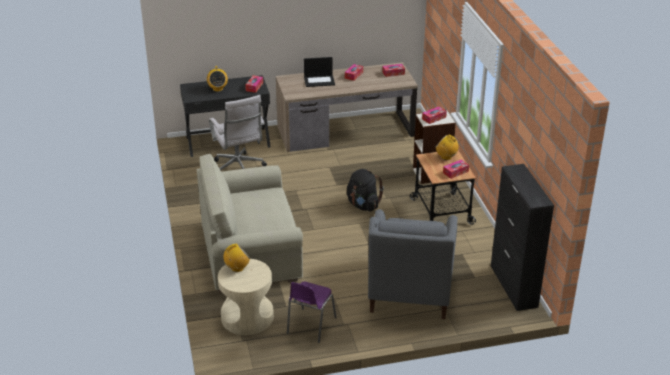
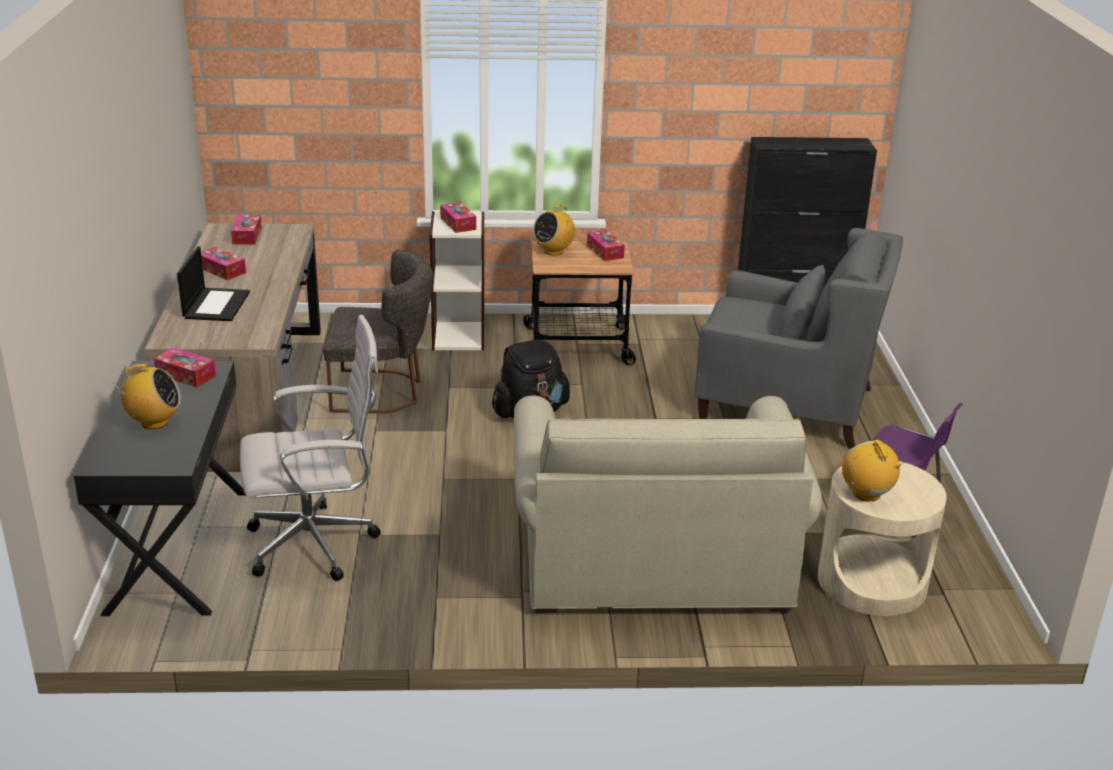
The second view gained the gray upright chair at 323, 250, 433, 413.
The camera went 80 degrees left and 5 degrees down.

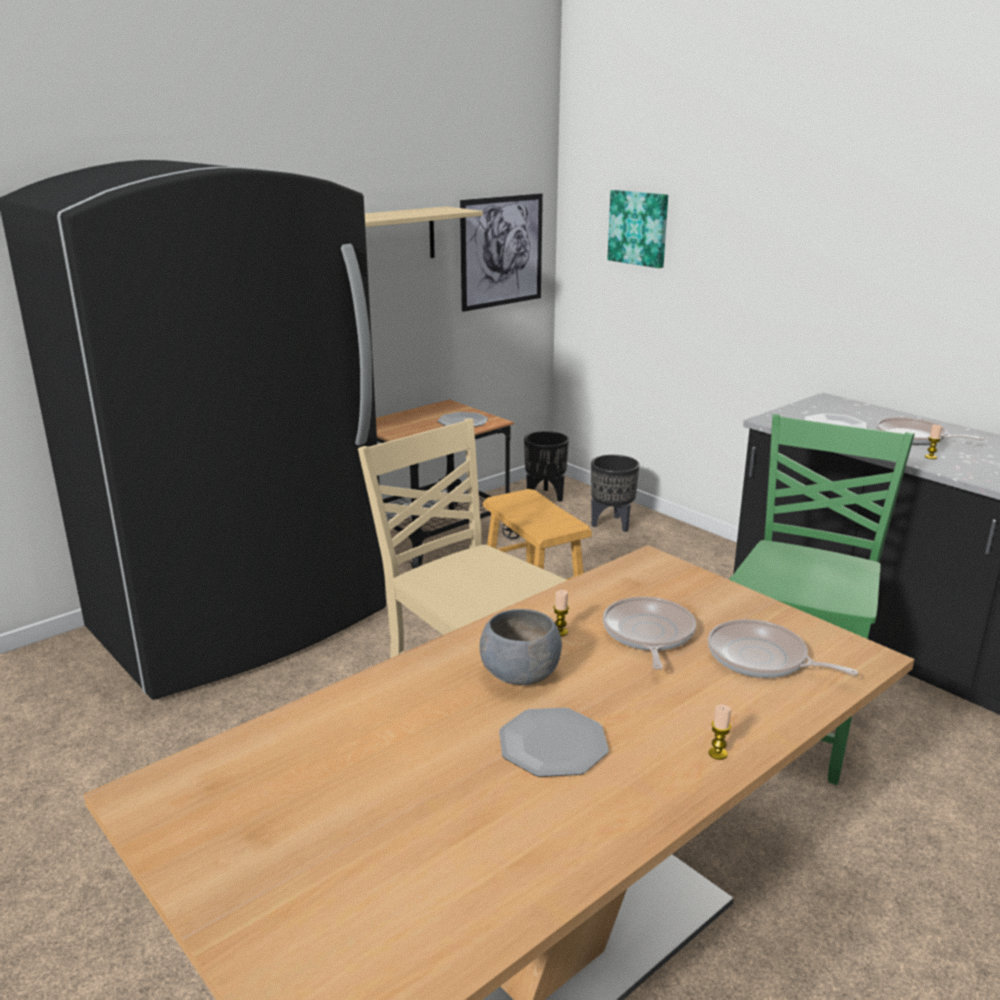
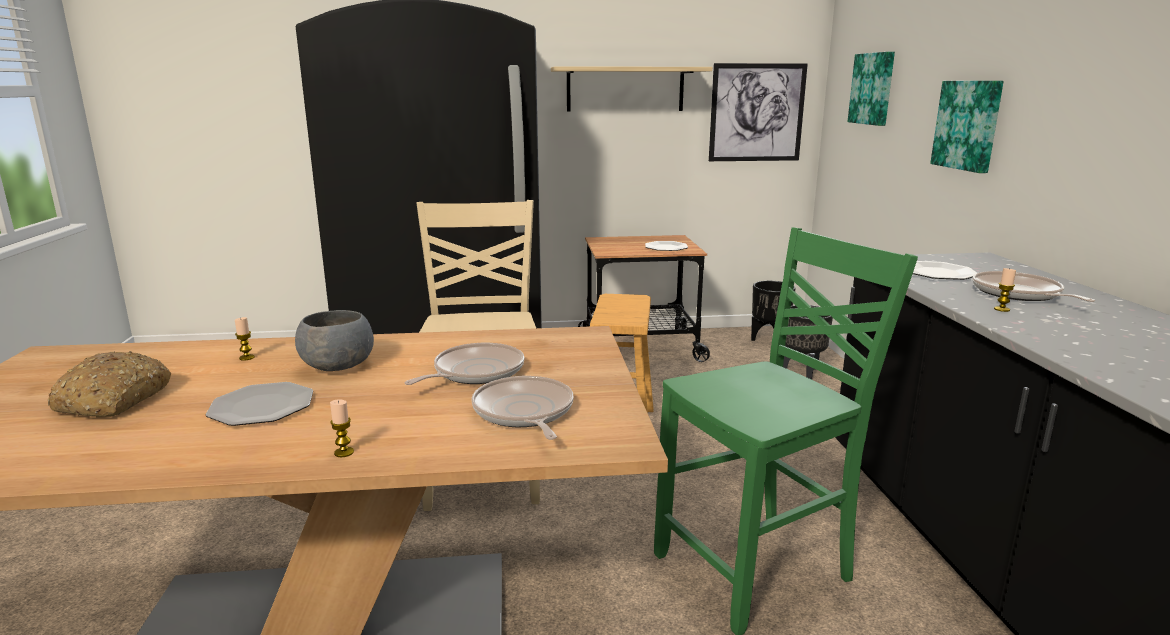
The second view gained the bread at 48, 351, 171, 417.
The second view gained the picture at 930, 81, 1004, 173.
The candle ended up elsewhere, having gone from 553, 590, 569, 636 to 235, 317, 255, 361.
The camera went 35 degrees right and 5 degrees down.

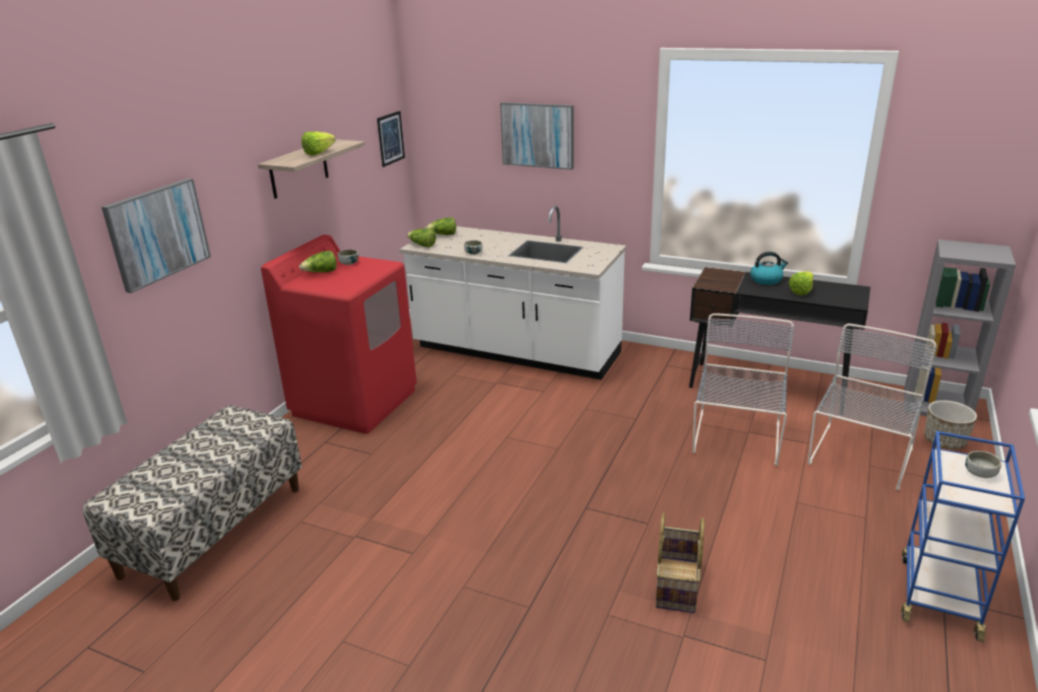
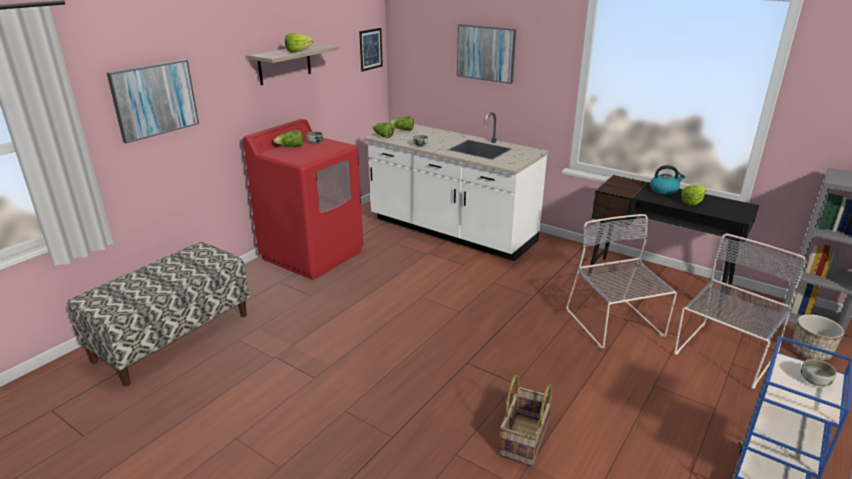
The gray upright chair at 692, 313, 795, 466 ended up facing another way, 45 degrees counterclockwise from before.
The camera went 10 degrees right and 0 degrees up.

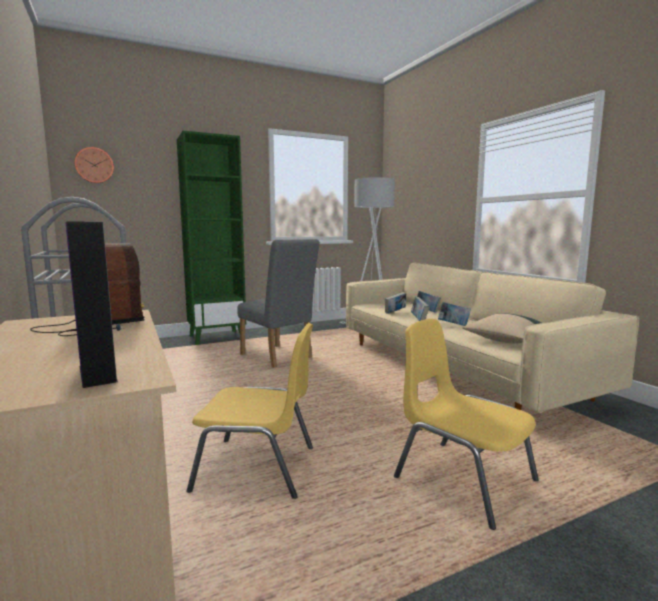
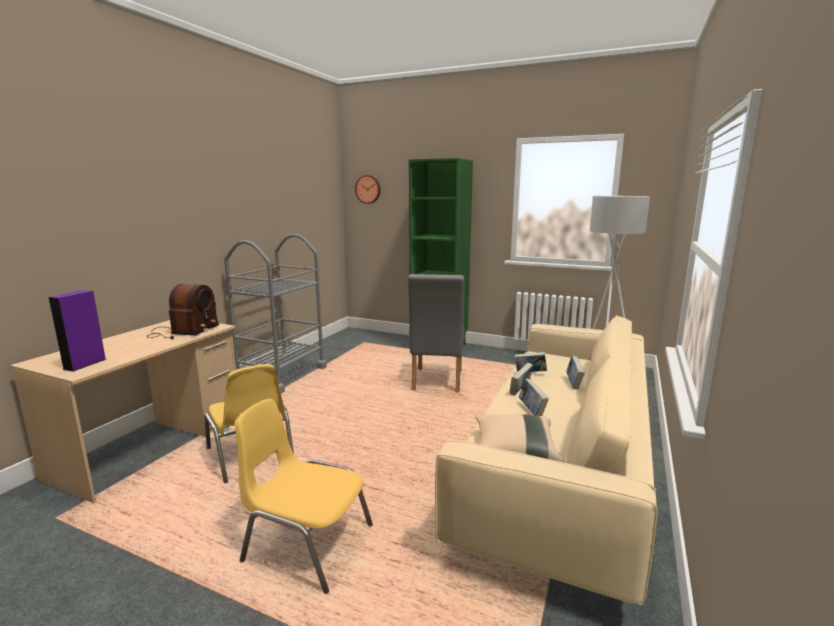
The yellow upright chair at 394, 319, 539, 530 ended up facing another way, 75 degrees counterclockwise from before.
The camera went 50 degrees right and 5 degrees up.

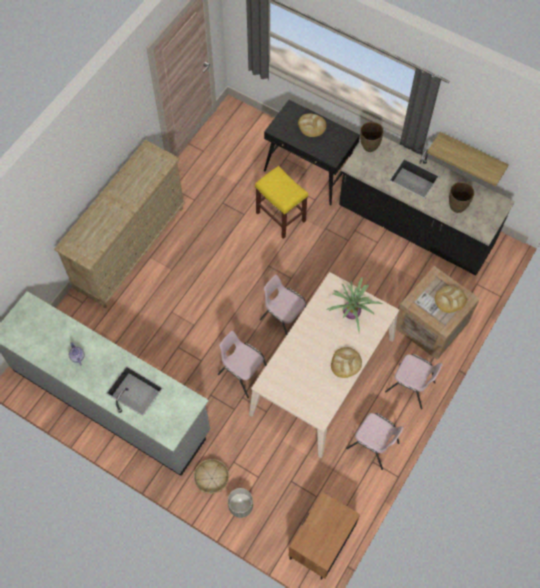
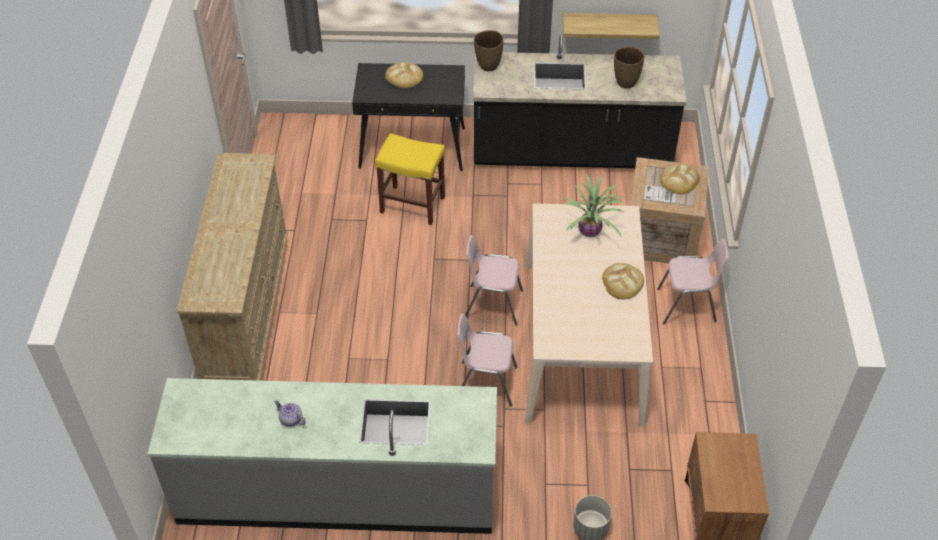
The second view lost the household basket at 194, 459, 229, 494.
The second view lost the pink upright chair at 346, 413, 404, 470.
The camera went 30 degrees left and 15 degrees down.

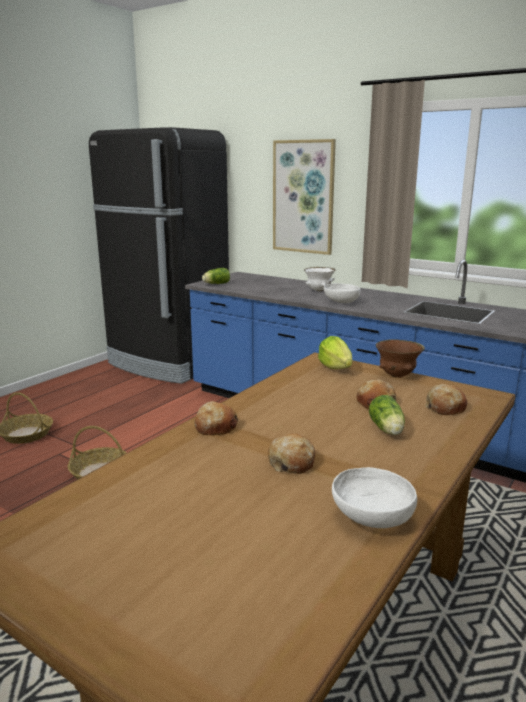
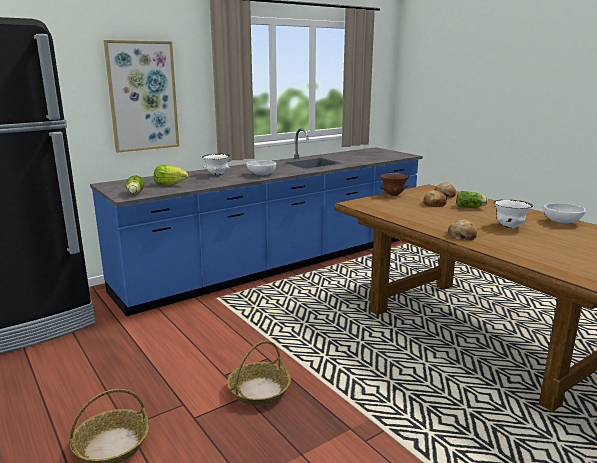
The head of lettuce ended up elsewhere, having gone from 318, 336, 352, 369 to 154, 165, 188, 185.
Where the bread stood at 268, 434, 315, 474, the white-coloured bowl came to stand at 494, 199, 533, 228.
The camera went 70 degrees left and 0 degrees up.

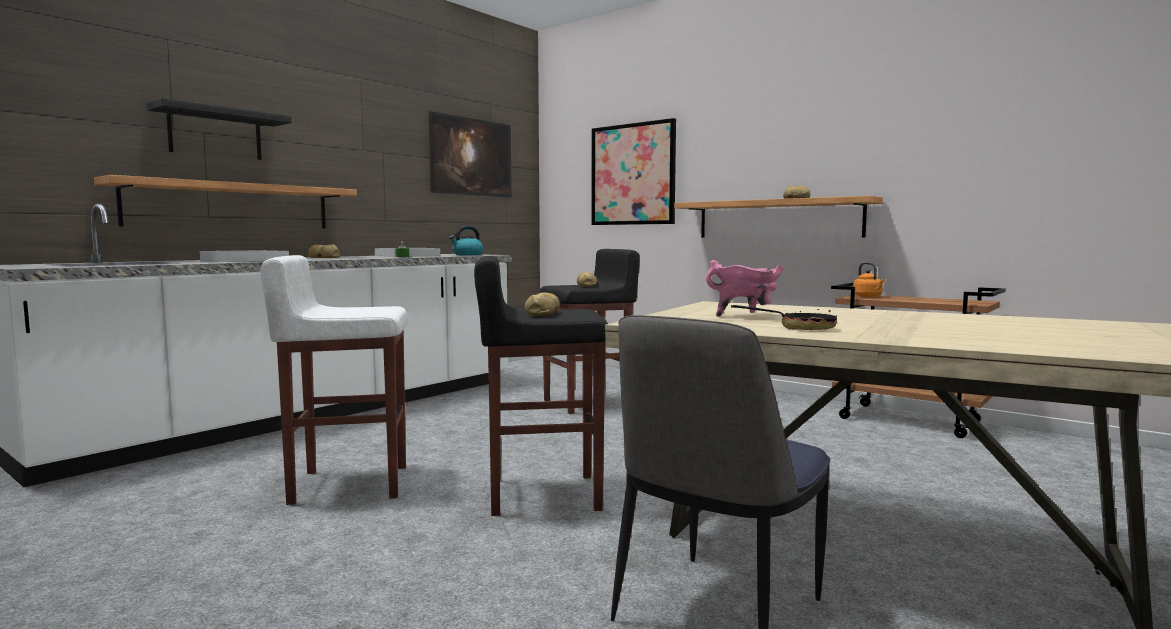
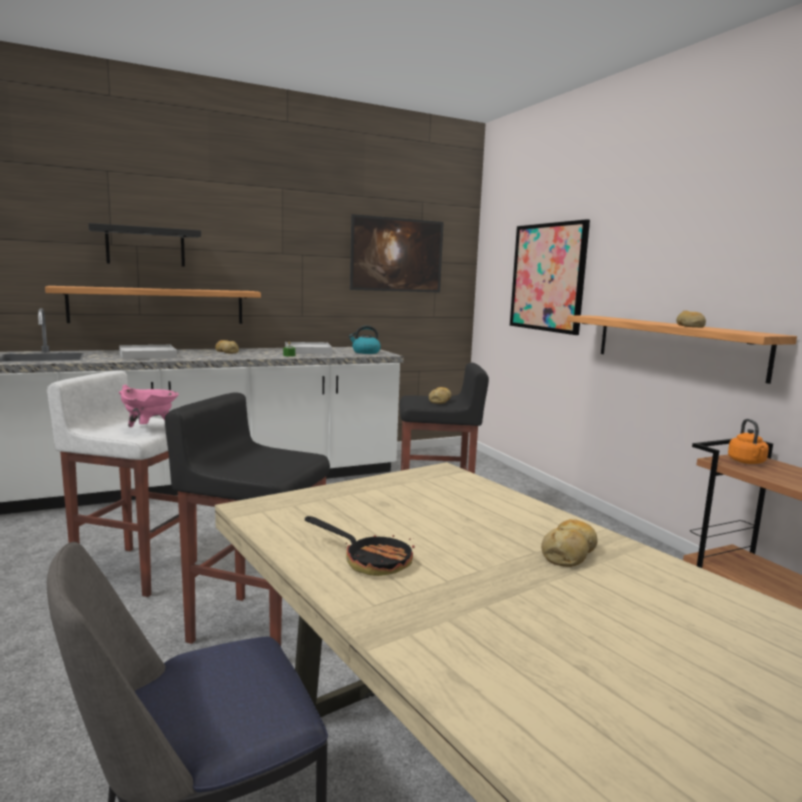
The bread ended up elsewhere, having gone from 525, 292, 560, 316 to 541, 519, 598, 567.
The pink saucepot ended up elsewhere, having gone from 706, 260, 785, 317 to 119, 385, 179, 427.
The camera went 25 degrees right and 5 degrees up.

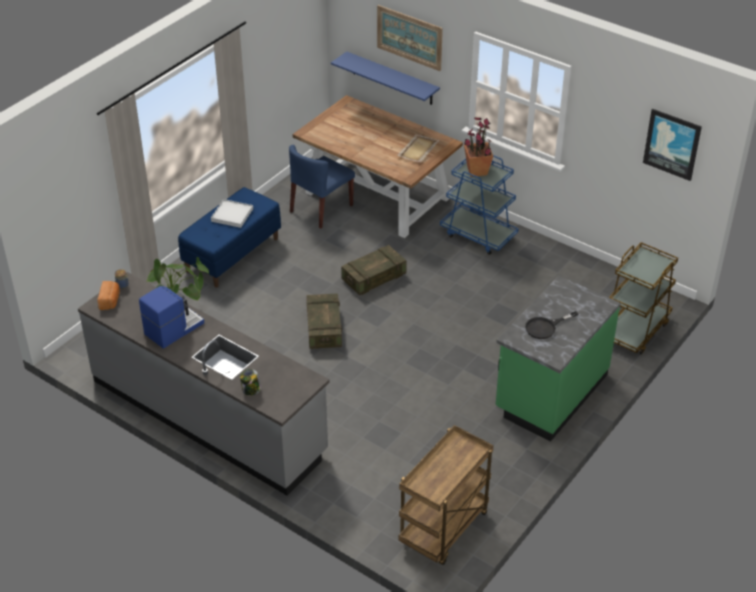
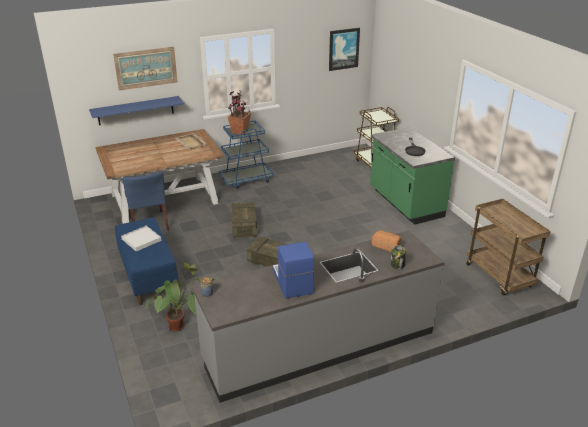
The bread ended up elsewhere, having gone from 97, 281, 120, 310 to 371, 230, 401, 252.
The camera went 60 degrees left and 10 degrees down.

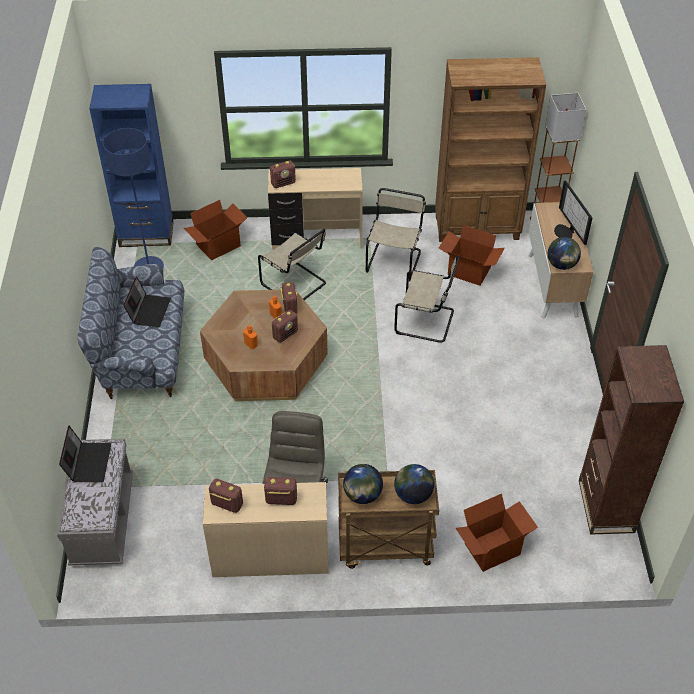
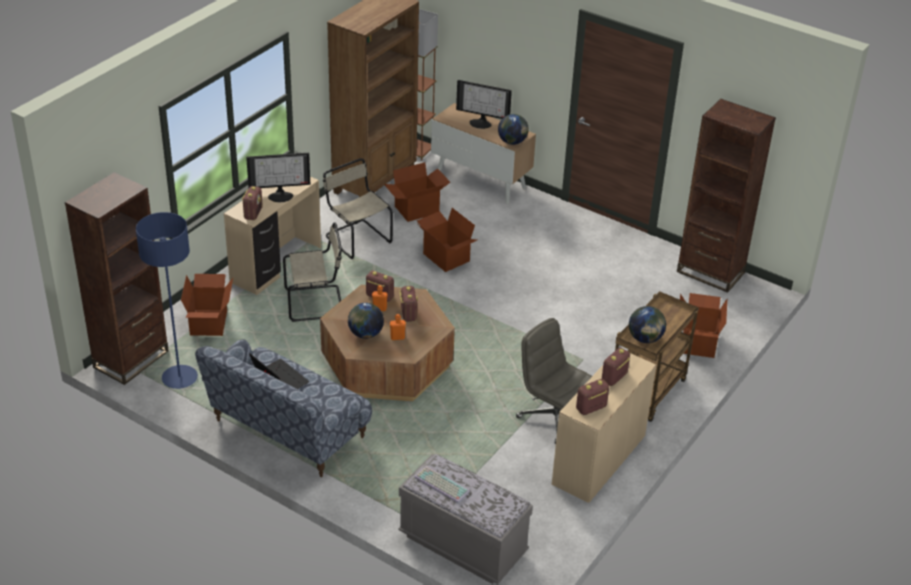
The second view gained the monitor at 246, 153, 310, 202.
The globe ended up elsewhere, having gone from 394, 464, 434, 504 to 348, 303, 384, 339.
Where the laptop stood at 59, 426, 111, 482, the PC keyboard came to stand at 414, 466, 470, 503.
Where the sand-coloured upright chair stood at 394, 256, 460, 343, the packing box came to stand at 417, 208, 477, 272.
What was the blue-coloured shelving unit at 89, 84, 174, 247 turned into the brownish shelving unit at 65, 172, 169, 385.
The camera went 55 degrees left and 10 degrees down.

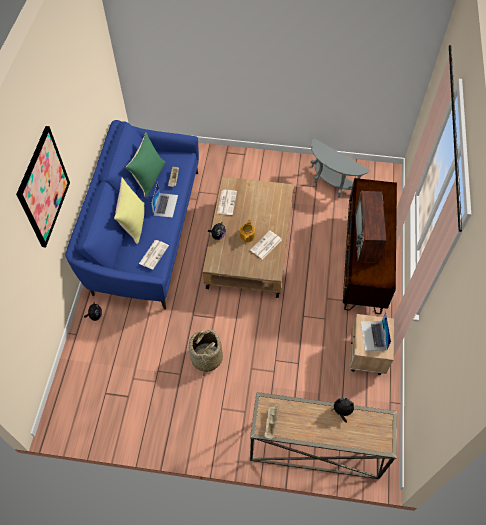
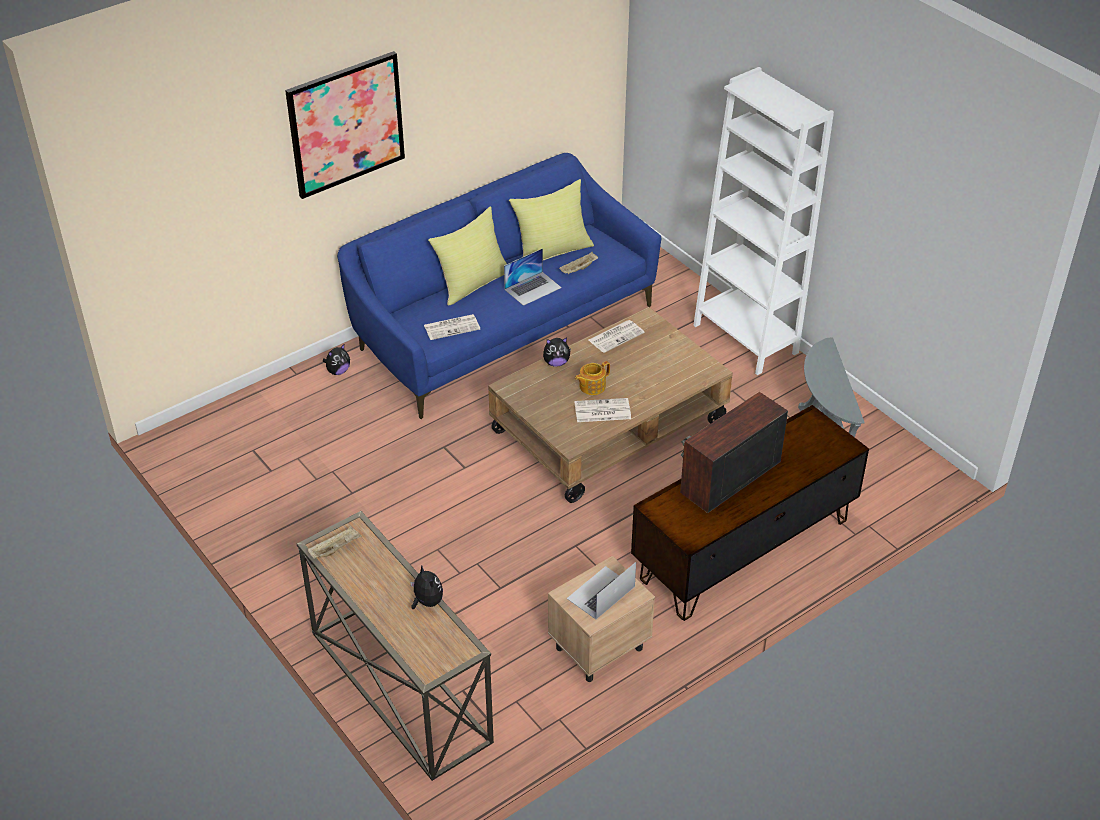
The second view lost the household basket at 189, 330, 223, 376.
The second view gained the white-coloured shelving unit at 693, 67, 834, 375.
What was the green throw pillow at 126, 132, 166, 197 turned into the yellow throw pillow at 509, 179, 594, 260.
The camera went 45 degrees right and 15 degrees down.

